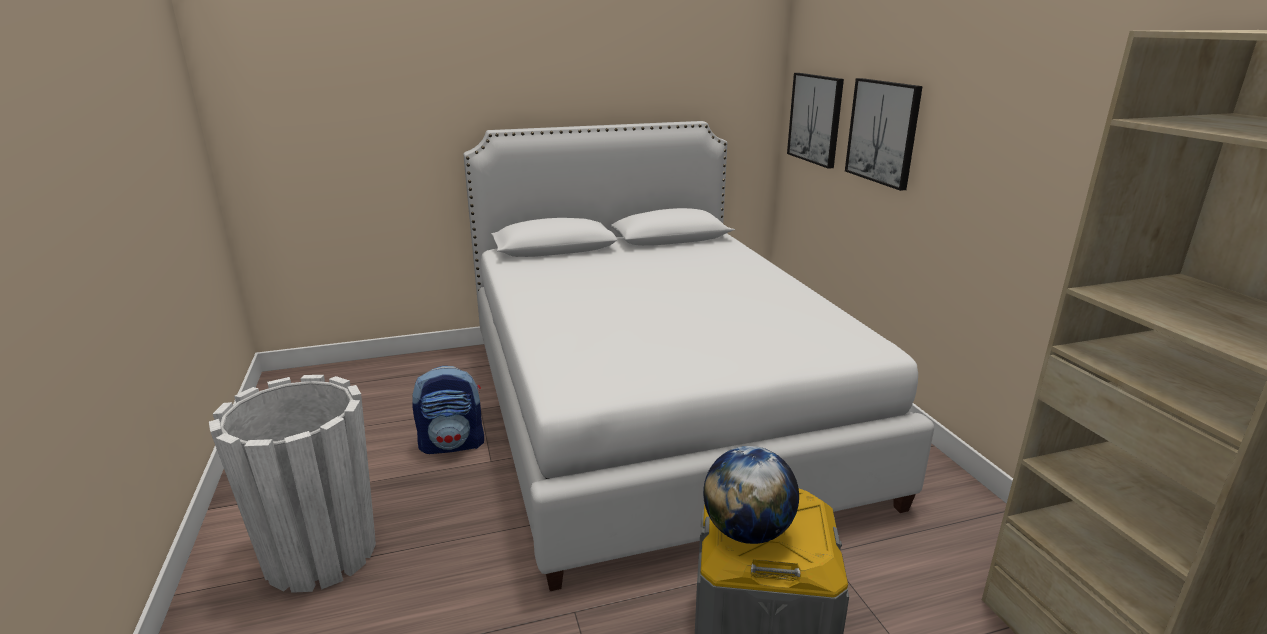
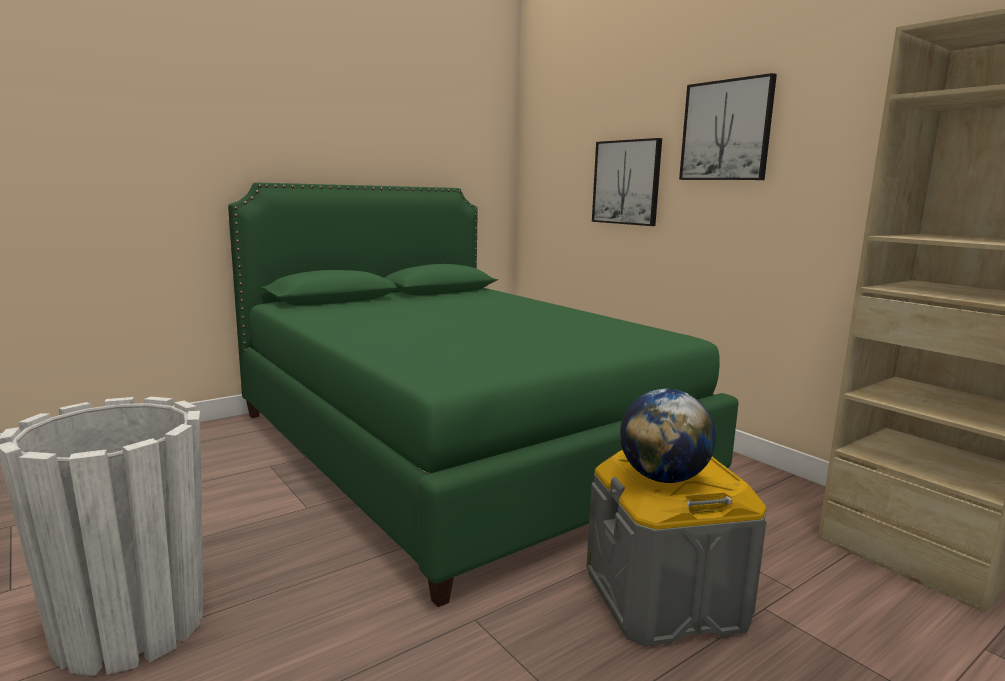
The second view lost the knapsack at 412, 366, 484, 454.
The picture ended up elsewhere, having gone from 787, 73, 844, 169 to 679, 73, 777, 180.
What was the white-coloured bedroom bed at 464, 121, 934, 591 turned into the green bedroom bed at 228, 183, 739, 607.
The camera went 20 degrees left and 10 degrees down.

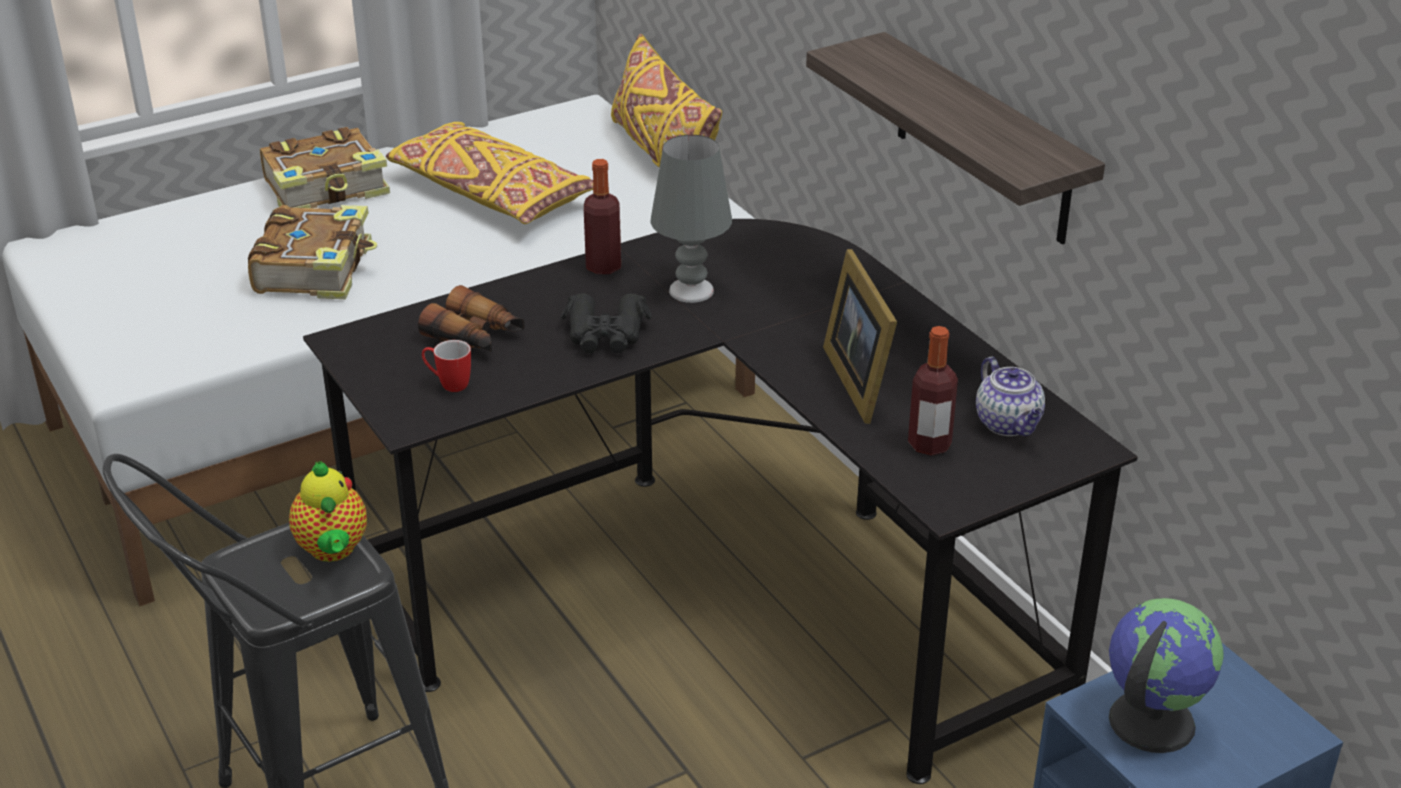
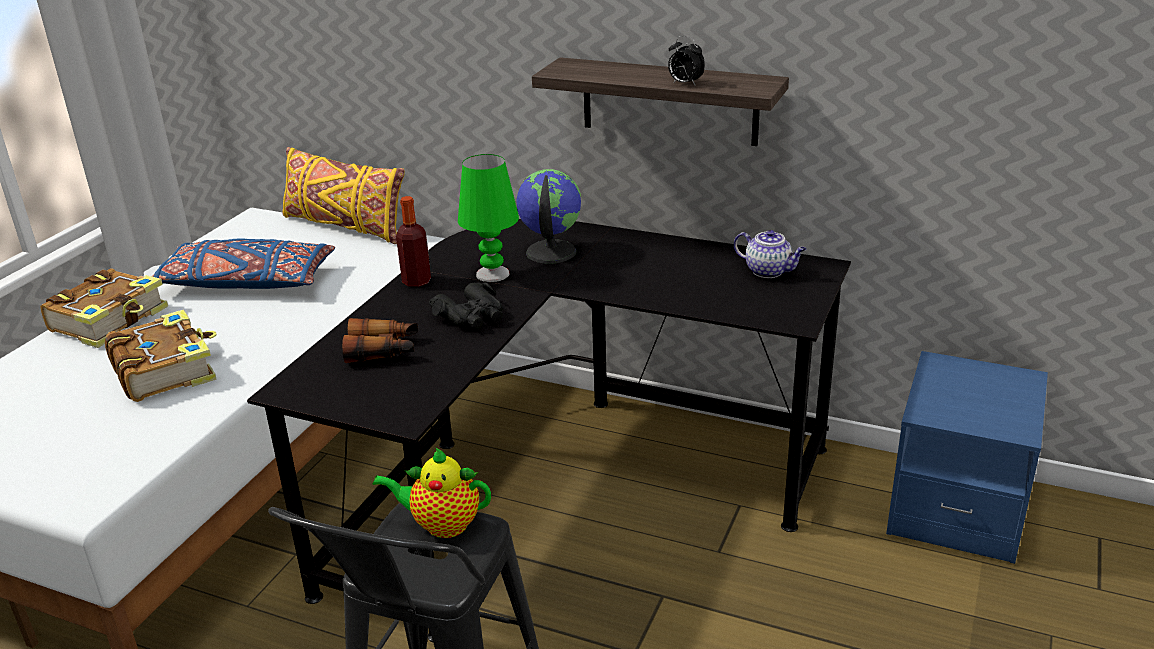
The second view lost the tea mug at 422, 340, 471, 392.
The second view lost the picture frame at 823, 249, 897, 424.
The second view lost the bottle at 908, 326, 958, 456.
The second view gained the bedside clock at 668, 36, 705, 86.
The globe ended up elsewhere, having gone from 1109, 598, 1224, 753 to 516, 169, 581, 264.
What was the yellow throw pillow at 386, 122, 593, 224 turned into the blue-coloured throw pillow at 152, 239, 335, 289.
What was the gray tabletop lamp at 650, 135, 732, 303 turned into the green tabletop lamp at 458, 154, 519, 282.
The tea pot at 289, 461, 367, 562 ended up facing another way, 150 degrees clockwise from before.
The camera went 35 degrees left and 5 degrees down.

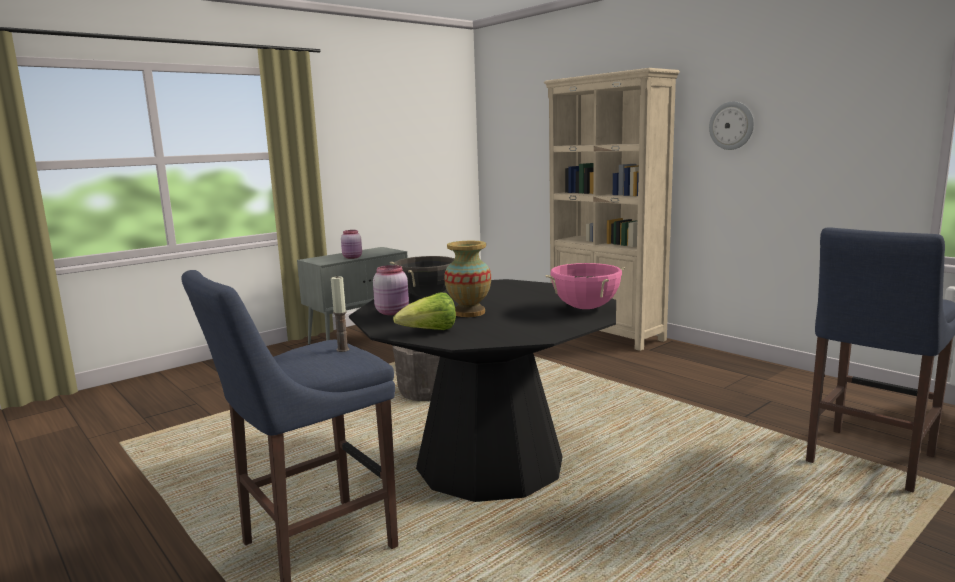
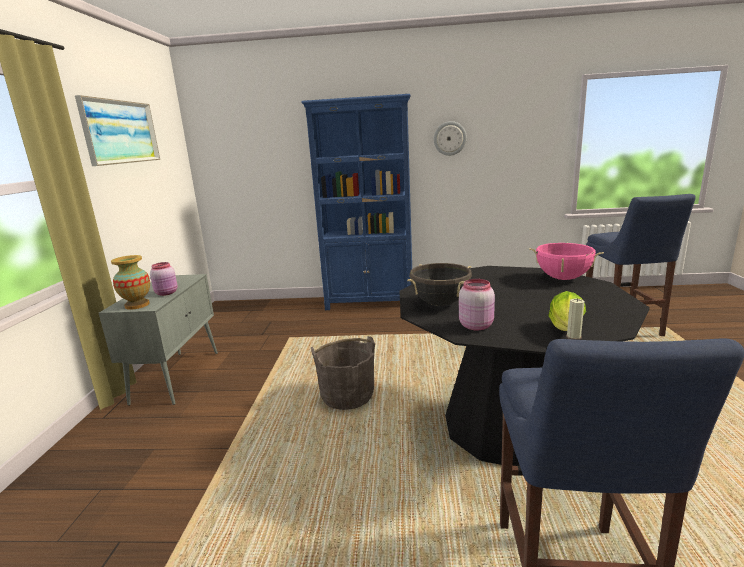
The second view gained the picture at 75, 95, 160, 166.
The flower vase ended up elsewhere, having gone from 444, 241, 491, 317 to 111, 255, 150, 310.
What was the sand-coloured shelving unit at 544, 68, 680, 351 turned into the blue-coloured shelving unit at 301, 94, 412, 310.
The camera went 45 degrees left and 5 degrees up.

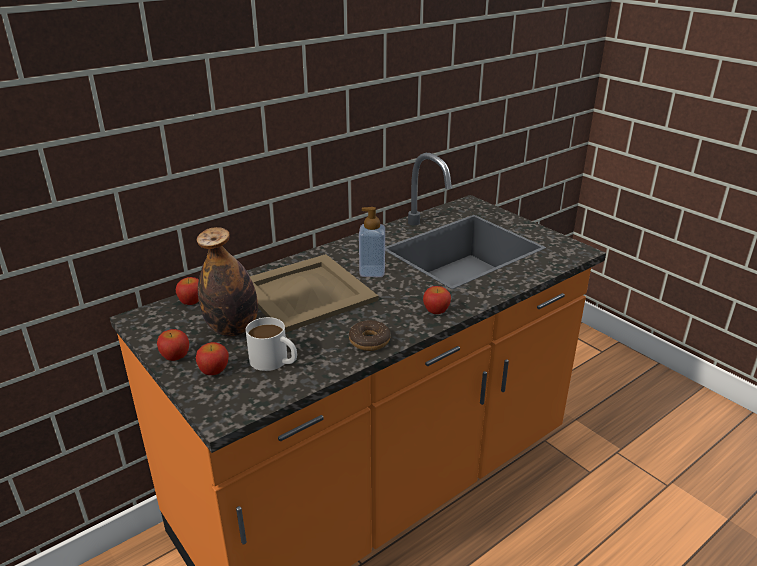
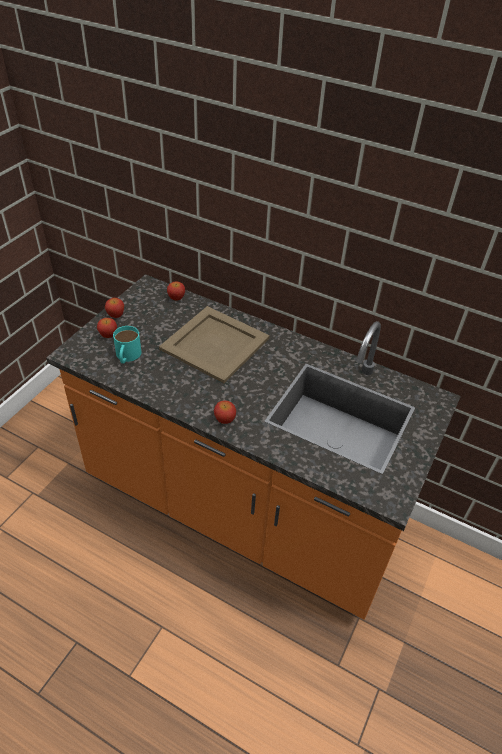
The second view lost the bottle at 197, 227, 258, 336.
The second view lost the donut at 349, 320, 391, 351.
The second view lost the soap bottle at 359, 207, 385, 277.
What was the white-coloured tea mug at 246, 317, 297, 371 turned into the turquoise tea mug at 113, 326, 142, 364.
The camera went 65 degrees right and 15 degrees up.

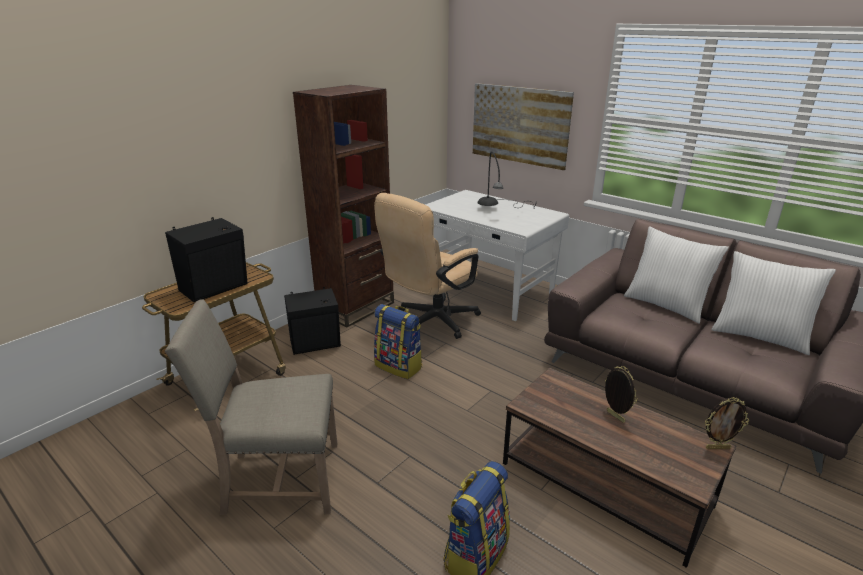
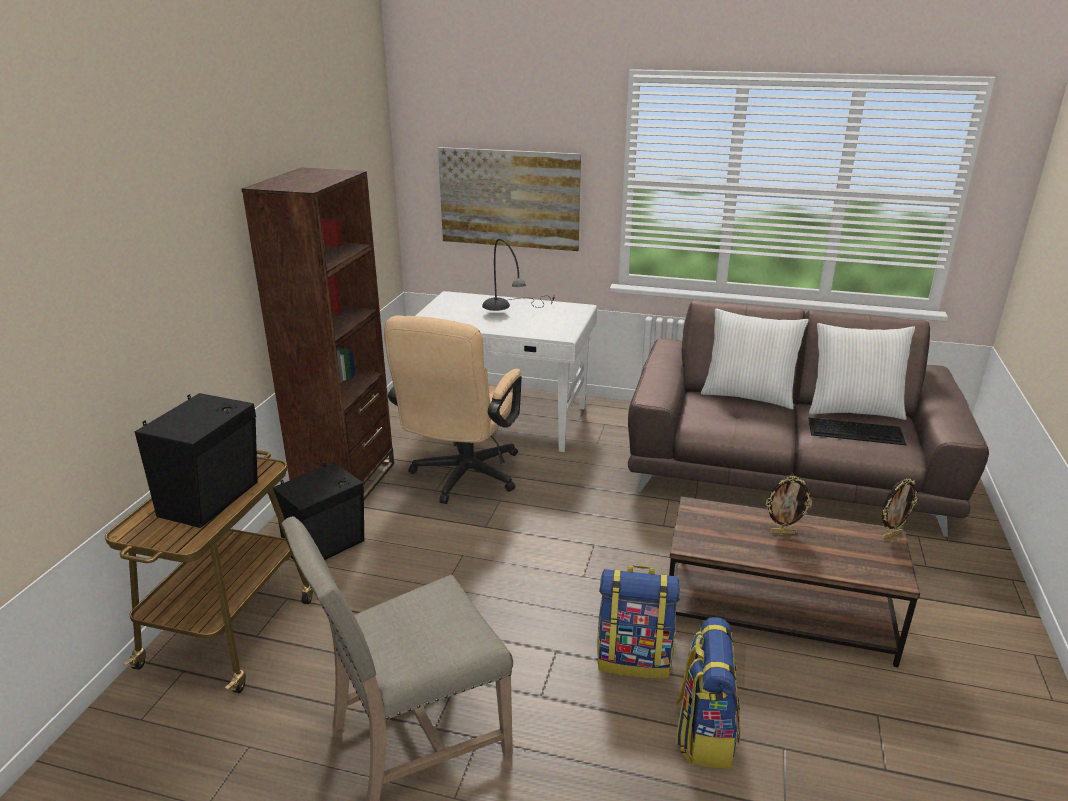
The second view gained the PC keyboard at 808, 418, 907, 445.
The knapsack ended up elsewhere, having gone from 374, 304, 422, 379 to 597, 566, 680, 679.
The picture frame at 605, 366, 638, 423 ended up facing another way, 150 degrees clockwise from before.
The camera went 25 degrees left and 0 degrees up.

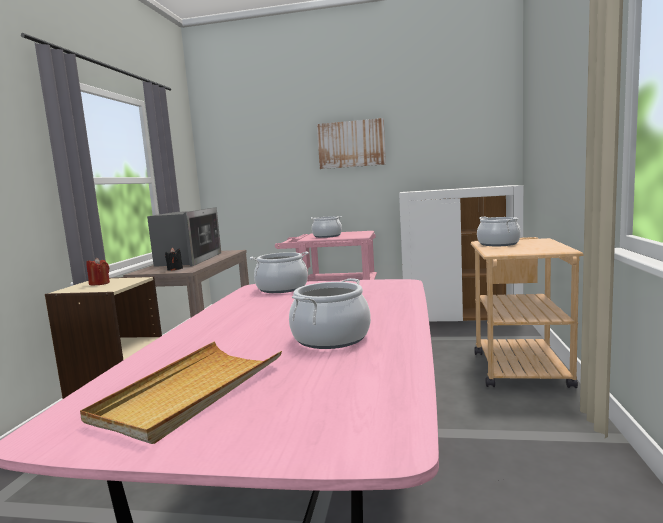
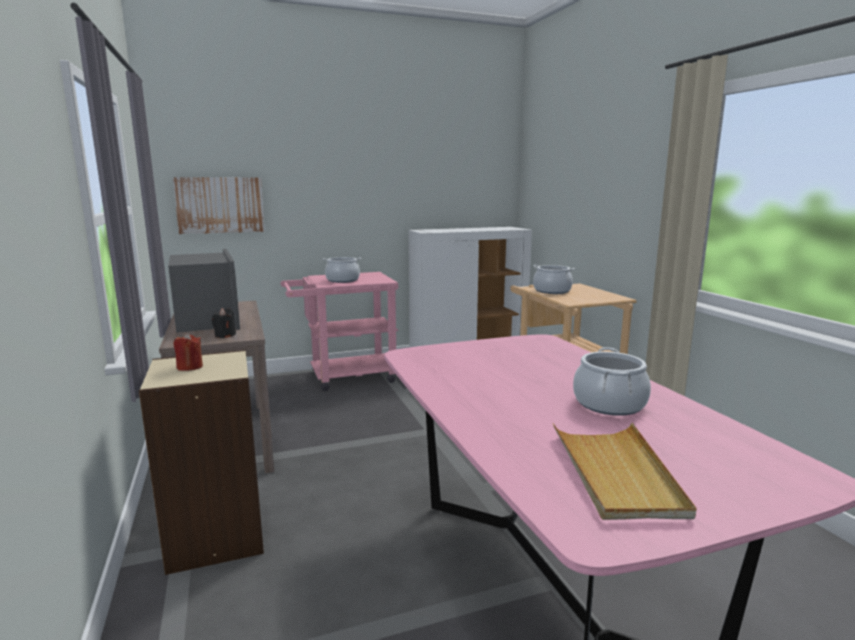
The second view lost the saucepot at 250, 252, 309, 293.
The picture ended up elsewhere, having gone from 317, 118, 386, 169 to 173, 177, 265, 234.
The camera went 30 degrees left and 5 degrees up.

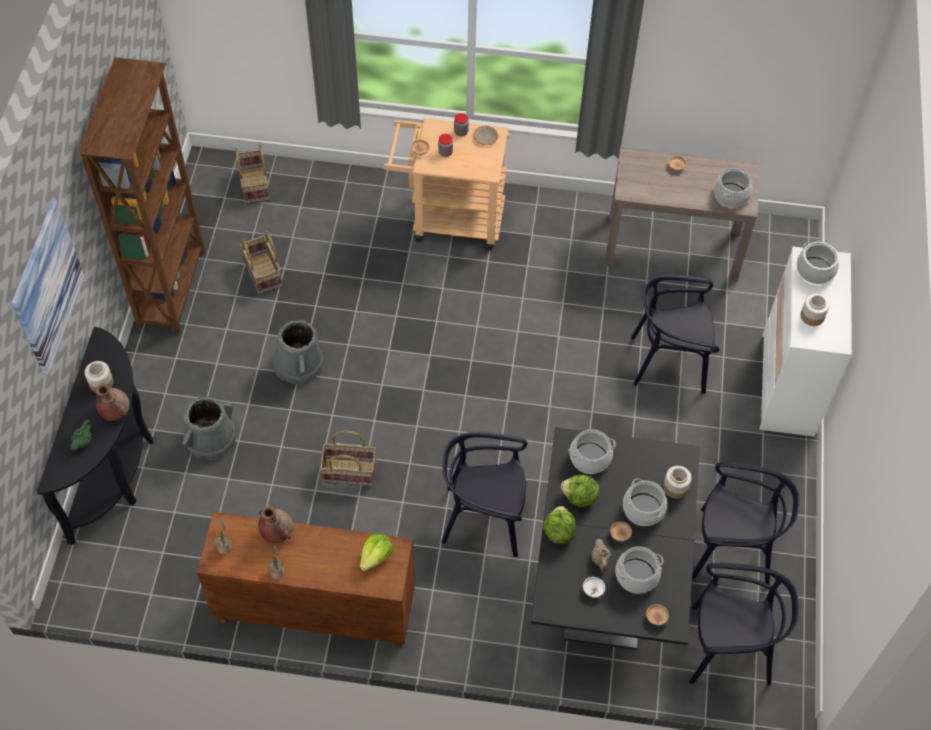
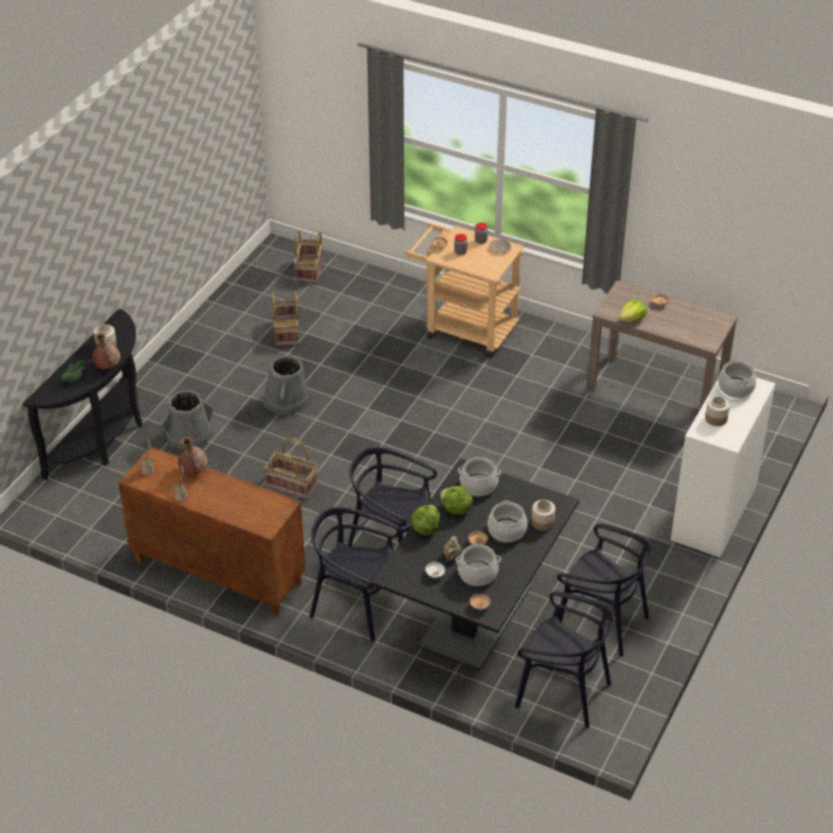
The second view lost the picture at 12, 200, 85, 376.
The second view lost the brownish shelving unit at 78, 57, 205, 333.
The second view lost the saucepot at 714, 168, 753, 207.
The head of lettuce ended up elsewhere, having gone from 360, 533, 393, 571 to 619, 300, 647, 322.
The blackish upright chair ended up elsewhere, having gone from 631, 275, 719, 394 to 310, 507, 401, 642.
The camera went 20 degrees right and 15 degrees down.

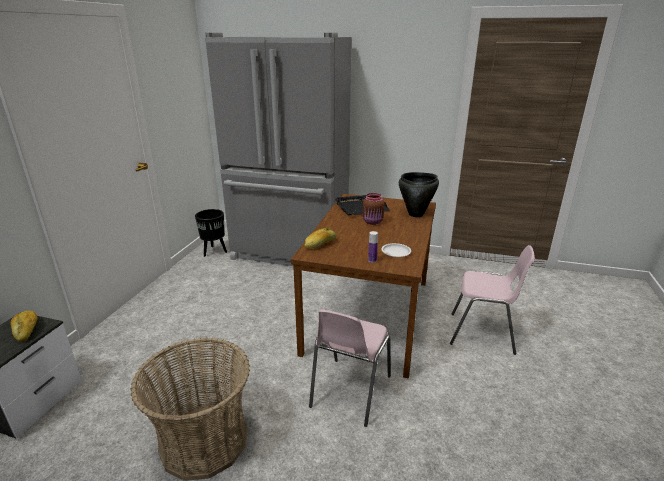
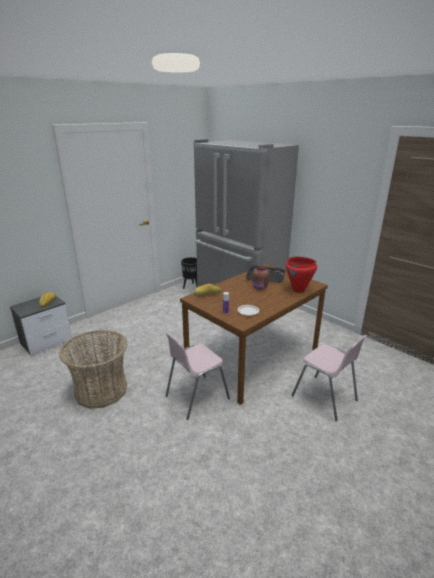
What was the blackish saucepot at 399, 172, 439, 217 turned into the red-coloured saucepot at 286, 257, 317, 293.
The camera went 30 degrees right and 0 degrees up.

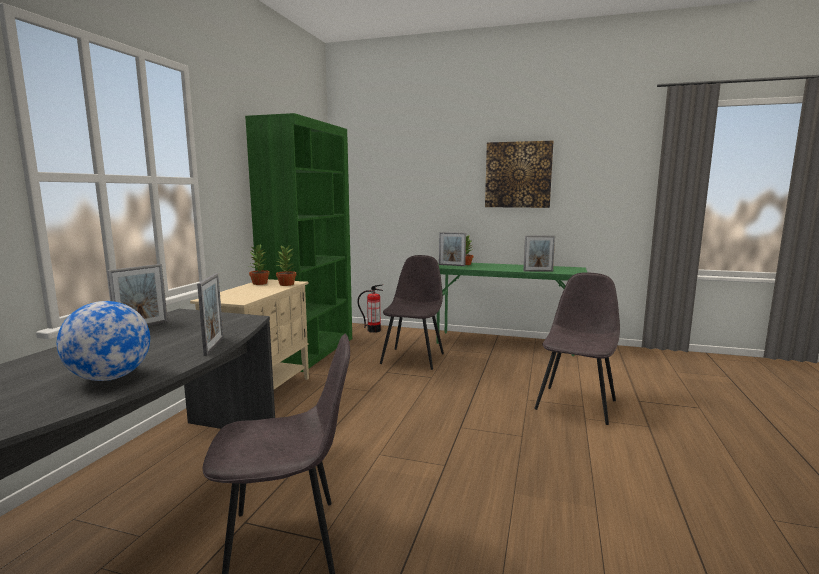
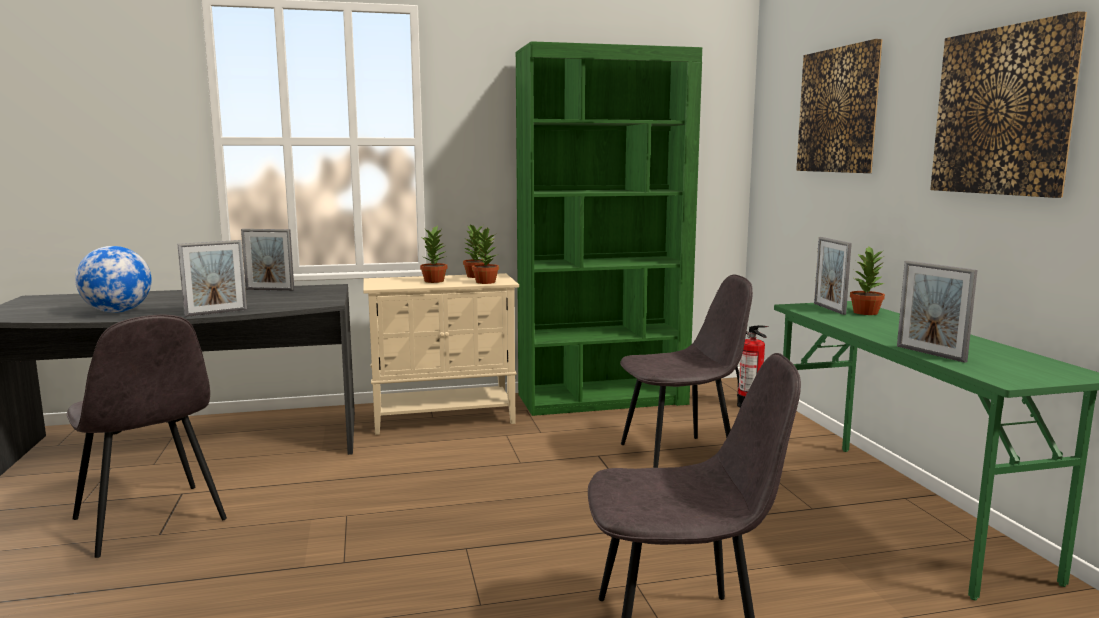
The second view gained the potted plant at 420, 226, 447, 283.
The second view gained the picture at 796, 39, 882, 173.
The camera went 60 degrees right and 0 degrees up.

